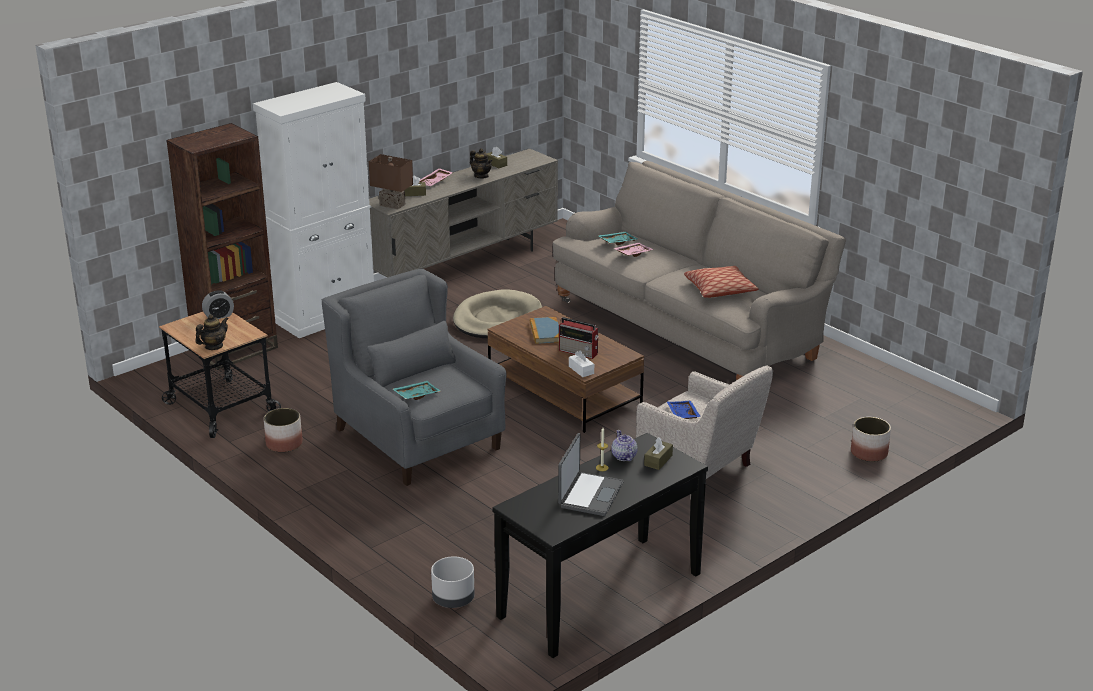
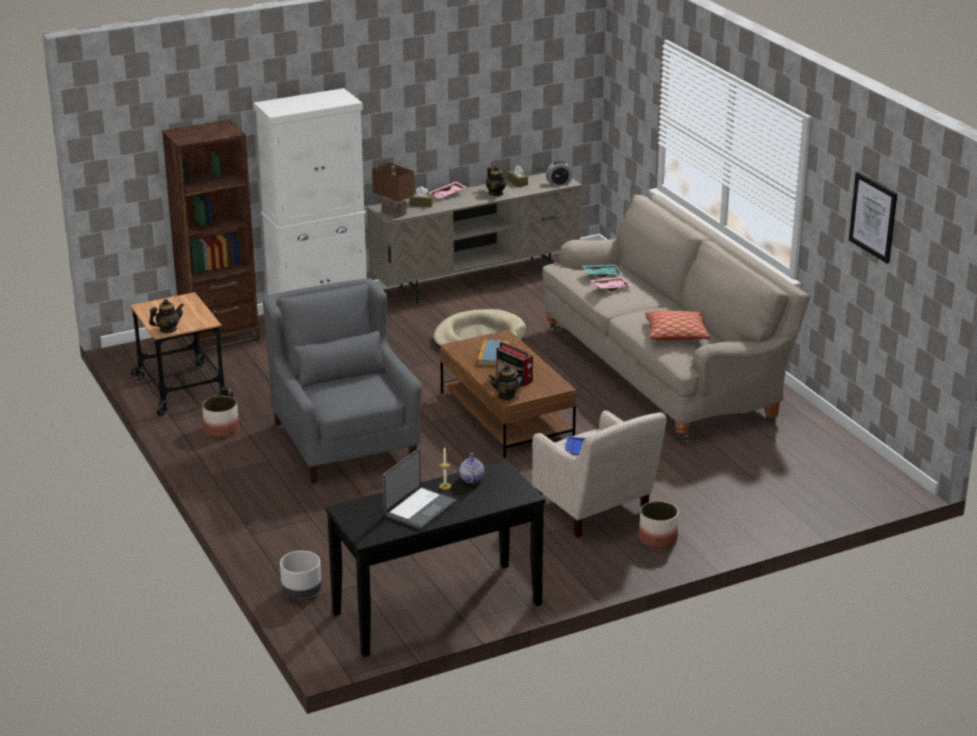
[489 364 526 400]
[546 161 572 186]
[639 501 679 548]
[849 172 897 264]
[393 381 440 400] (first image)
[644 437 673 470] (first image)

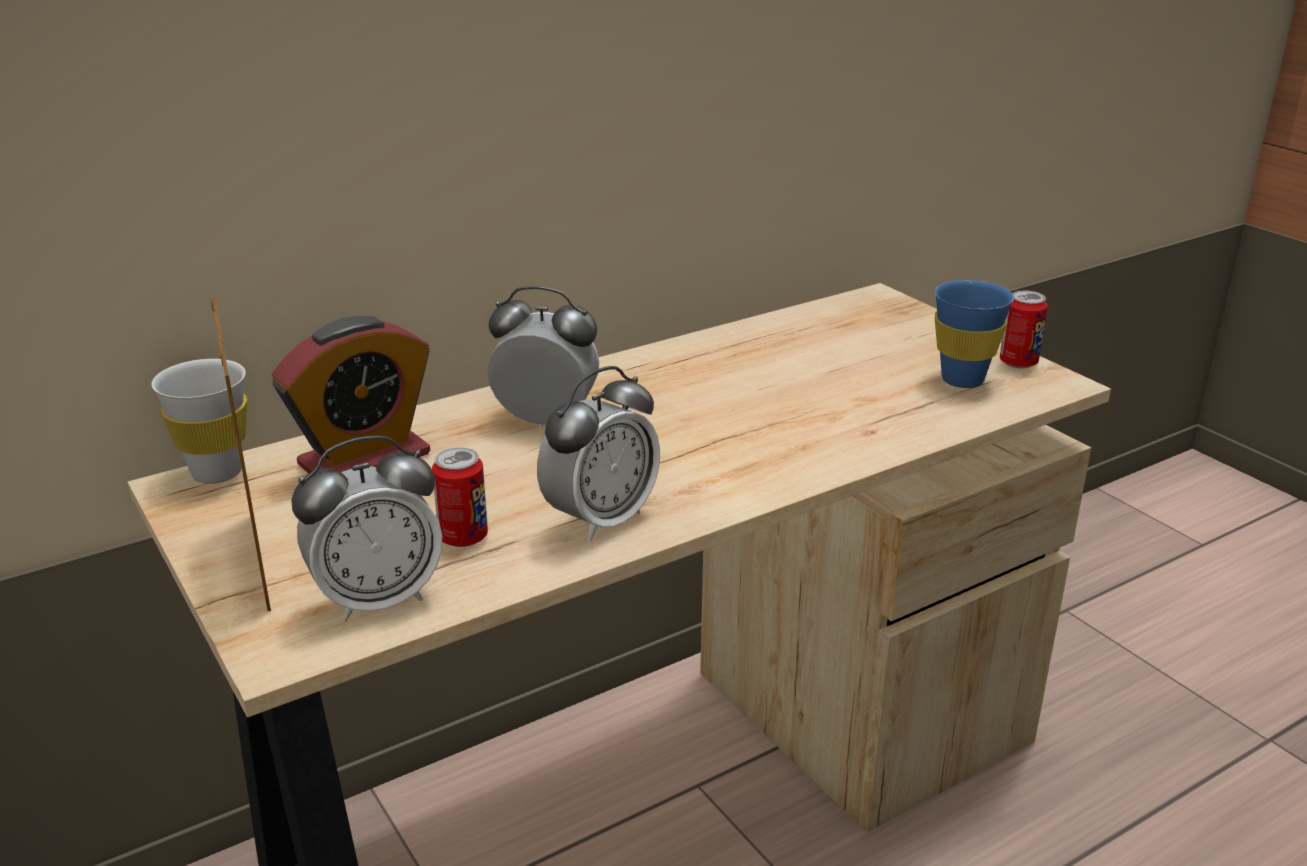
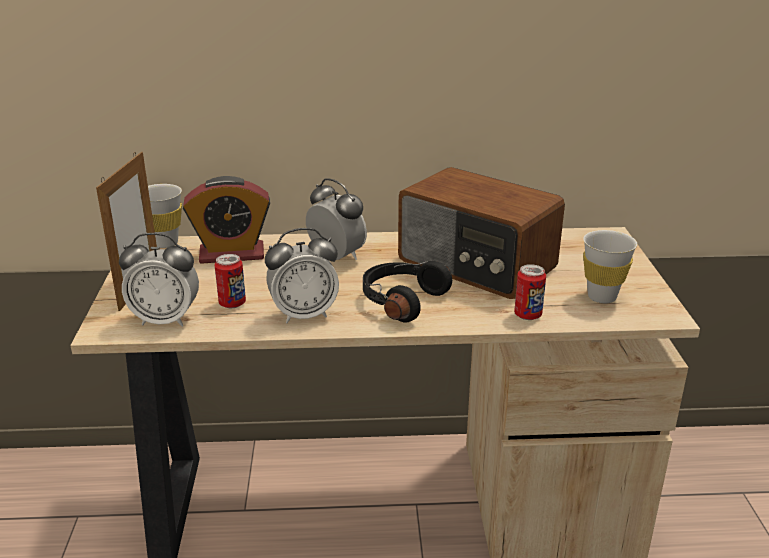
[363 261 452 322]
[398 167 565 299]
[514 264 546 320]
[583 230 637 303]

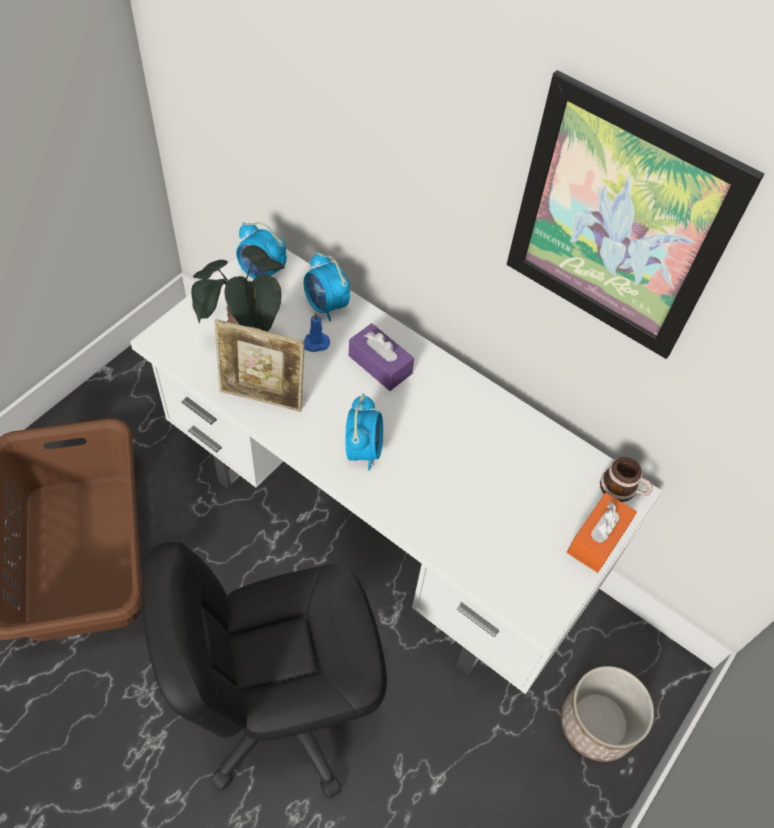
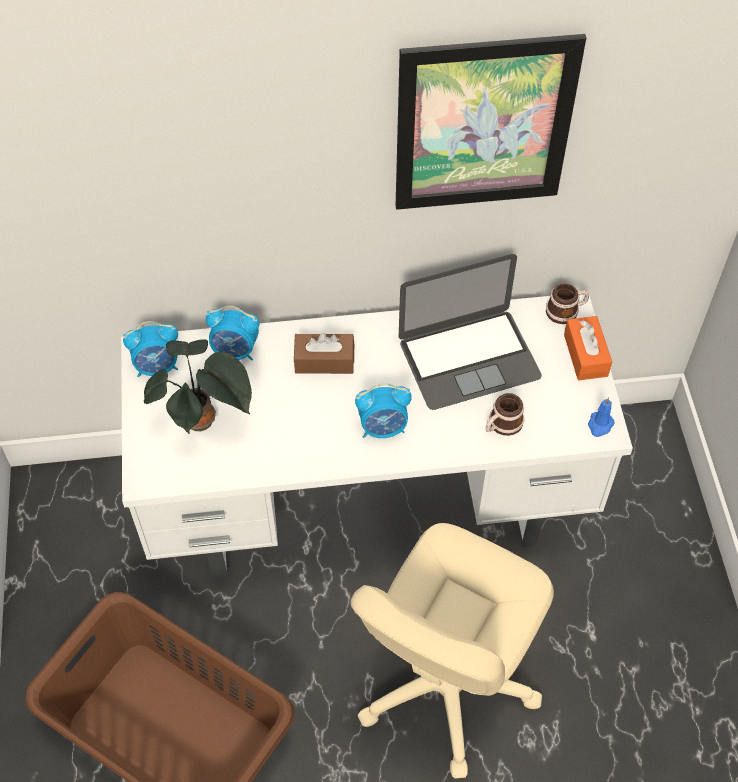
[294 333 354 374]
[351 523 554 779]
[355 383 412 438]
[399 254 542 410]
[486 393 524 436]
[588 397 615 437]
[214 319 305 412] (first image)
[561 666 654 762] (first image)

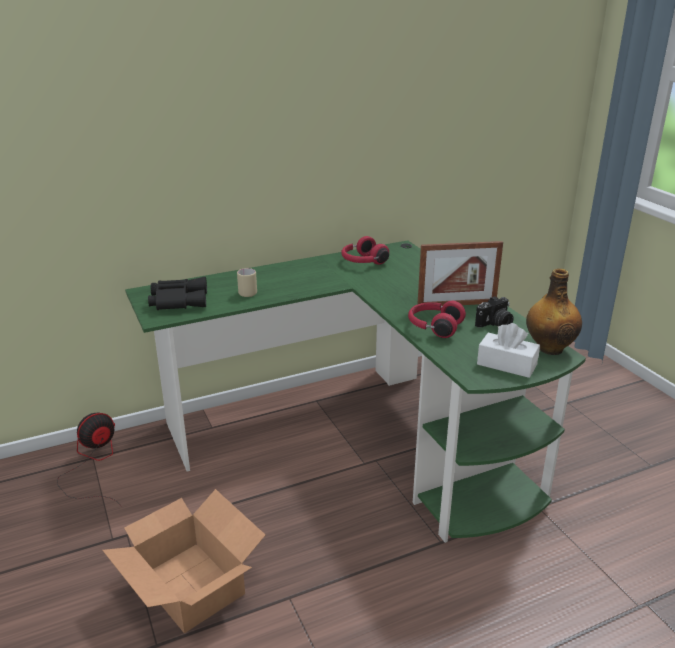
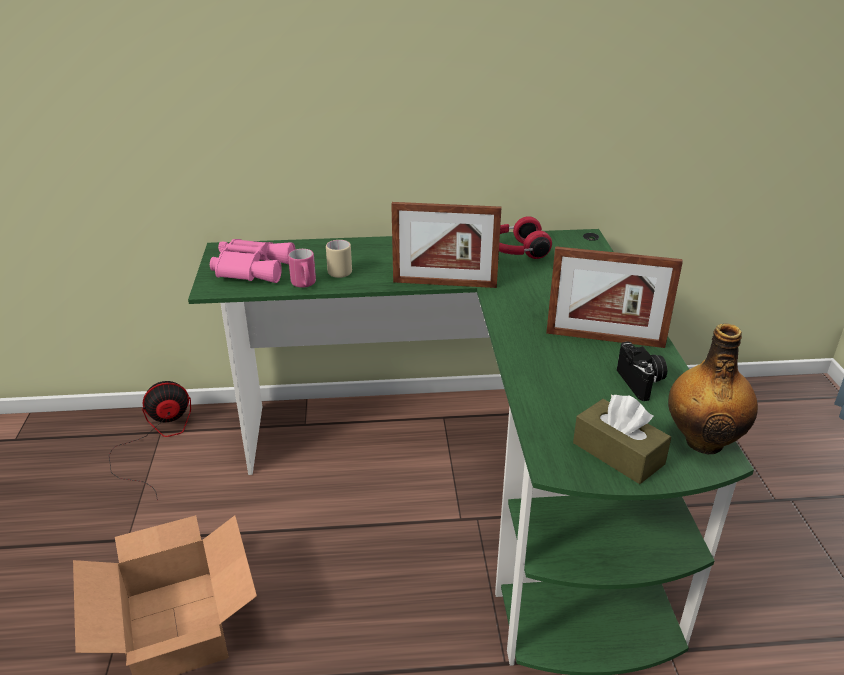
[210 239 295 283]
[288 249 316 288]
[391 202 502 288]
[573 395 671 484]
[617 341 667 401]
[408 301 466 338] (first image)

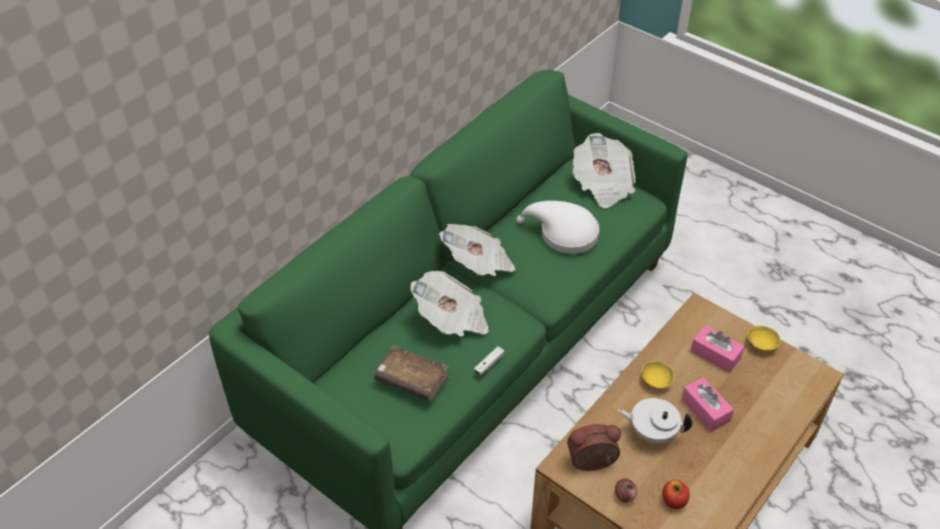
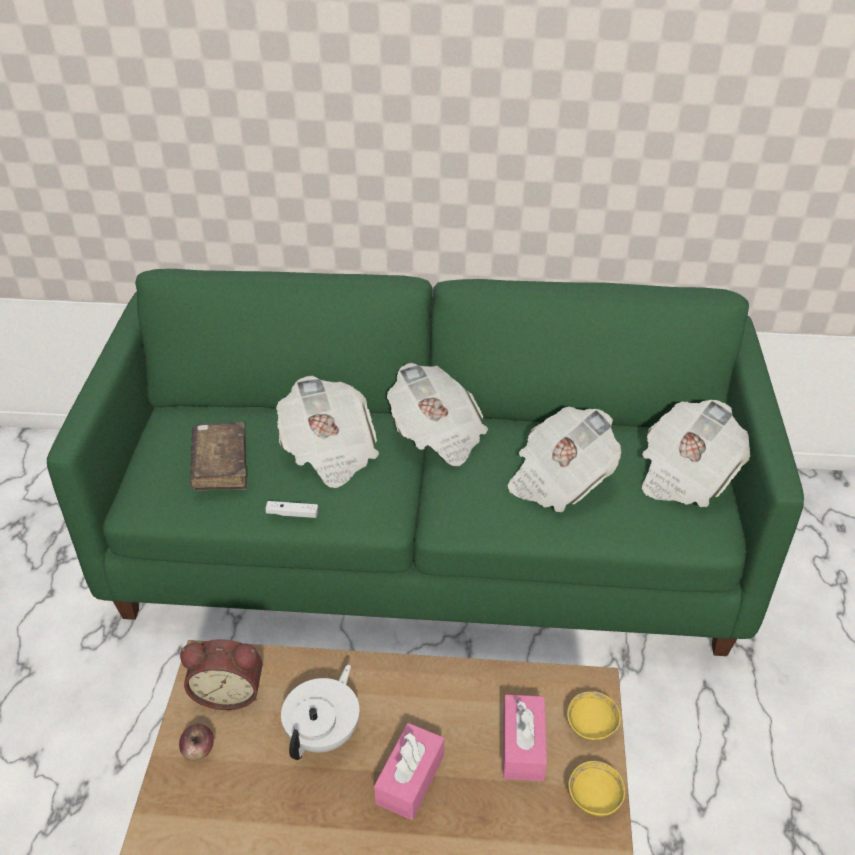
[180 639 262 710]
[281 665 359 760]
[508 407 621 512]
[567 691 621 741]
[662 480 690 509] (first image)

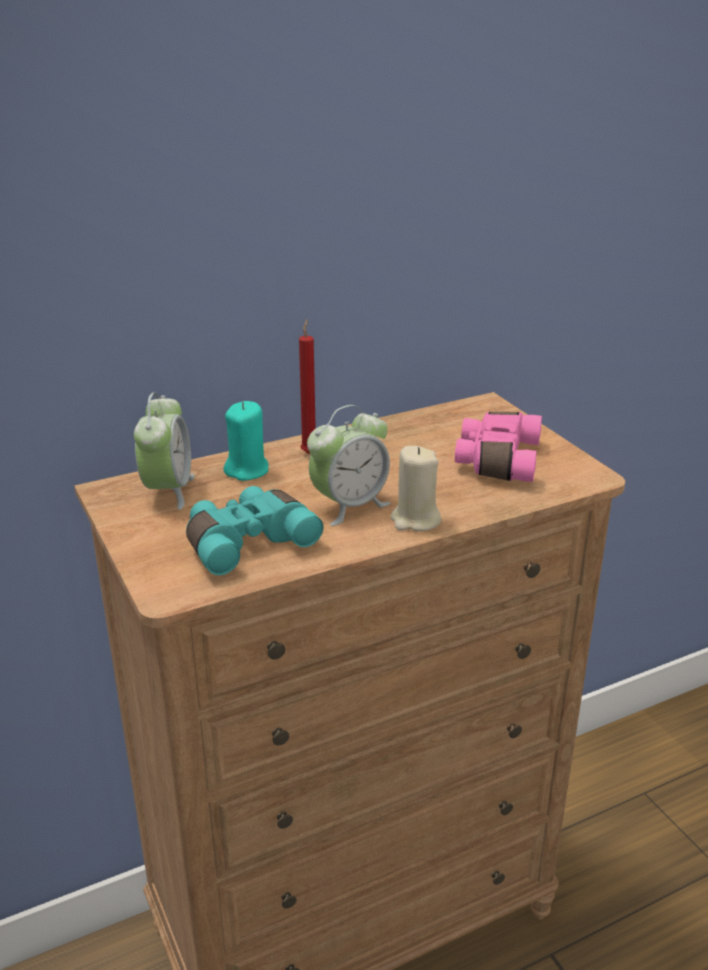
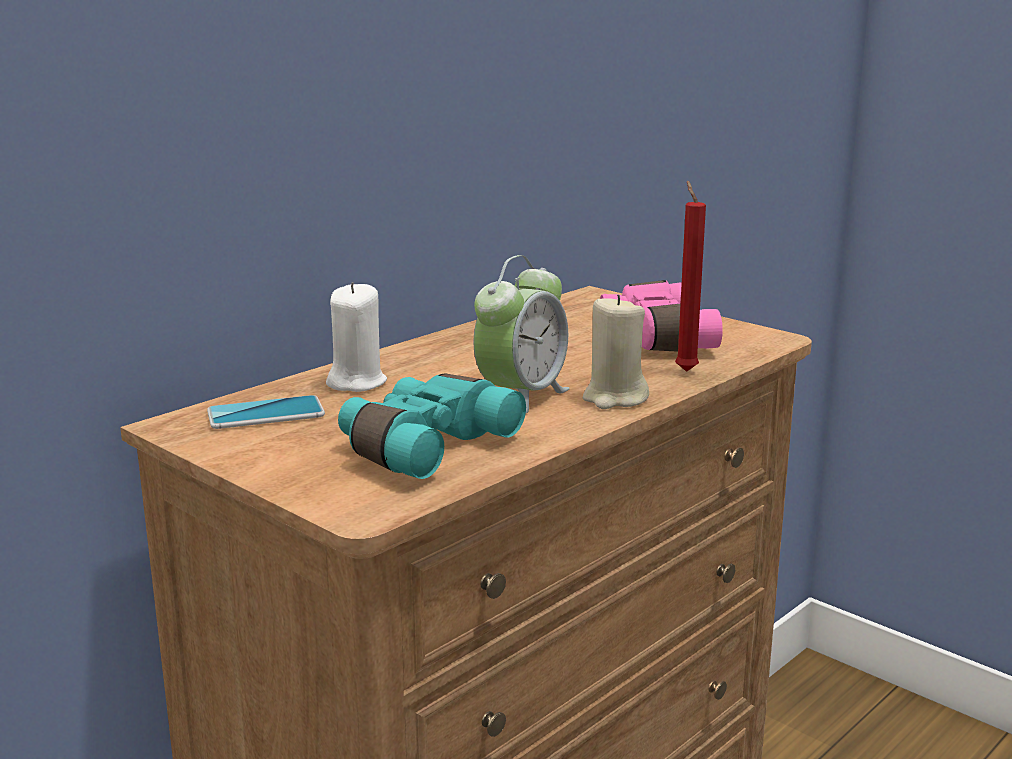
[207 395 325 429]
[326 282 387 392]
[675 181 706 372]

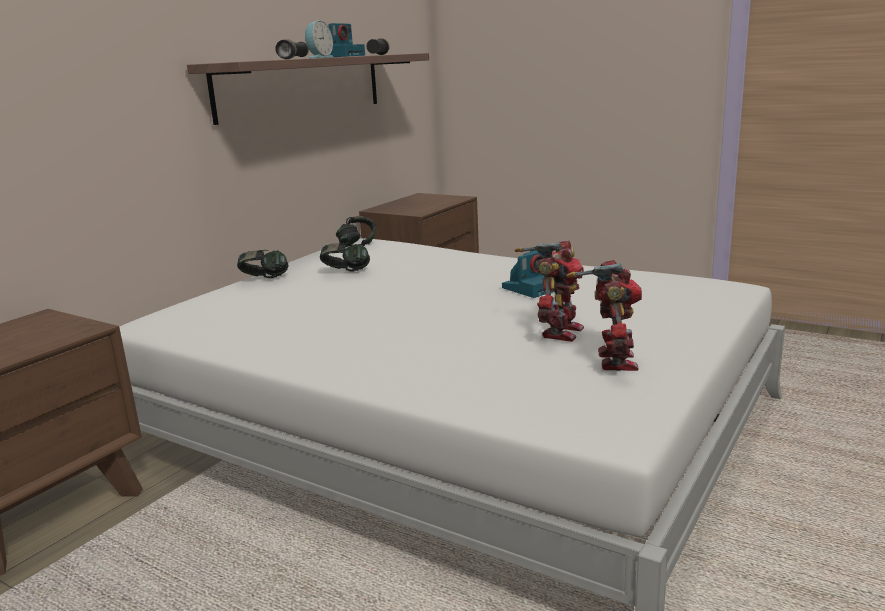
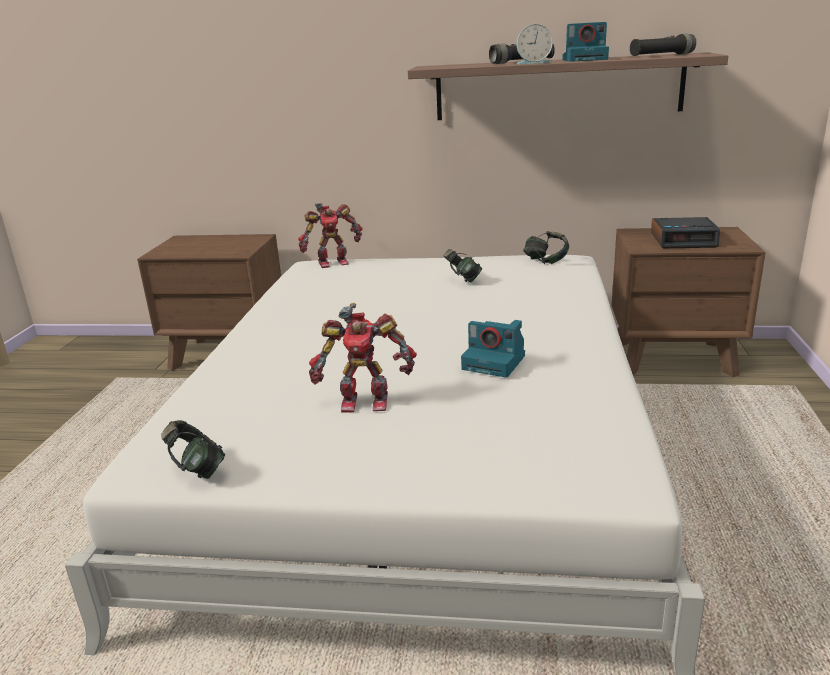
[161 420 225 479]
[298 203 363 268]
[651 217 720 248]

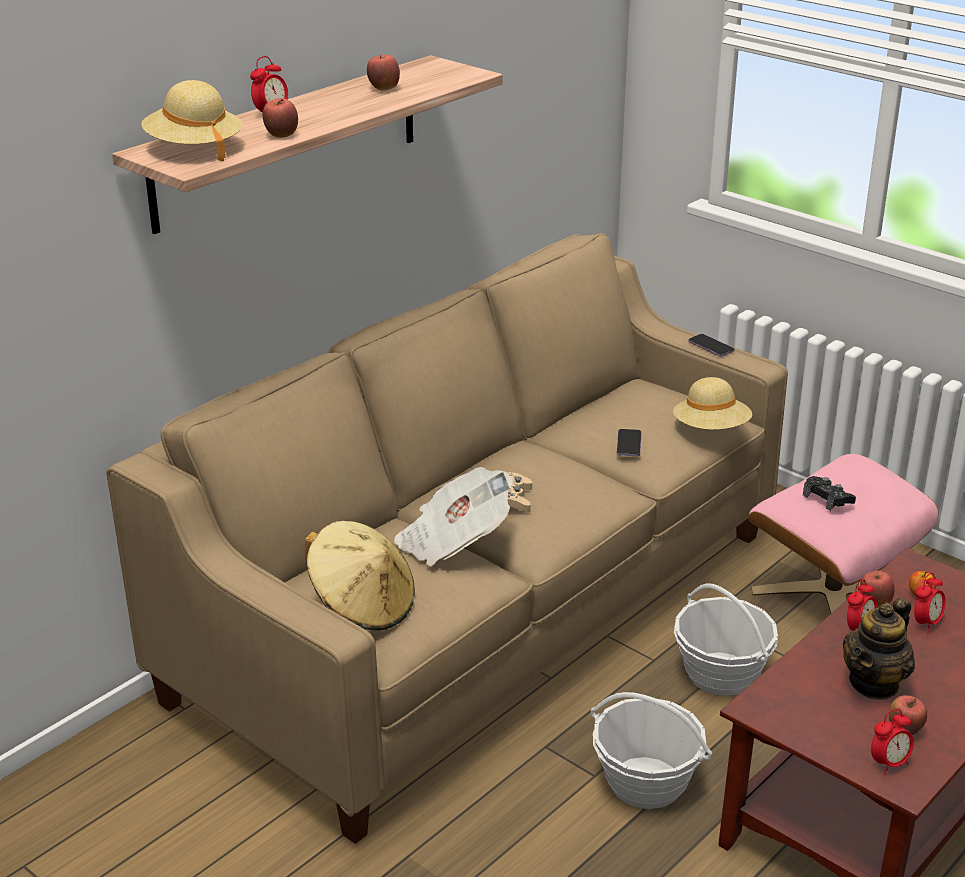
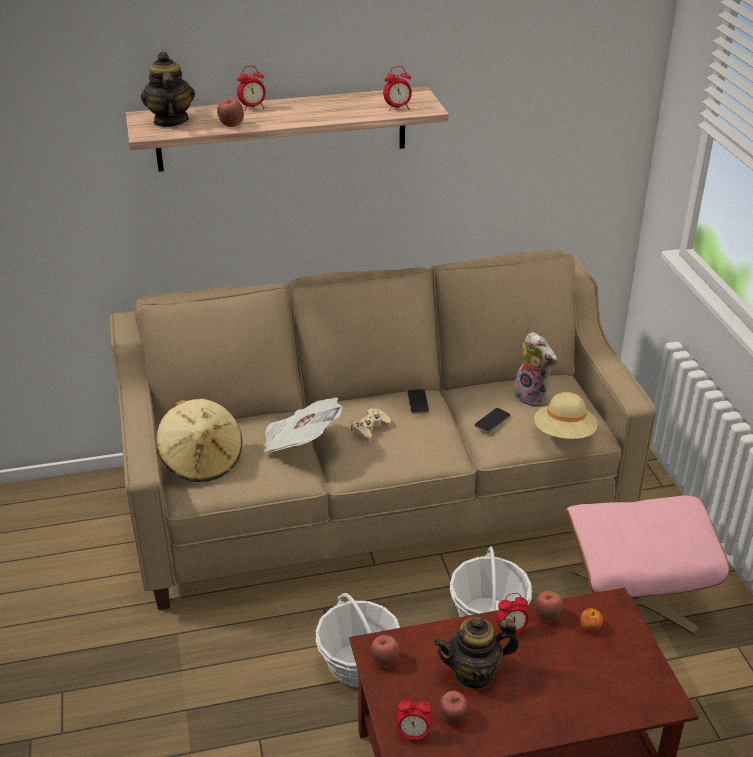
[141 51 195 127]
[370 635 399 668]
[383 66 412 111]
[407 389 429 414]
[513 332 557 407]
[803 476 856 511] (first image)

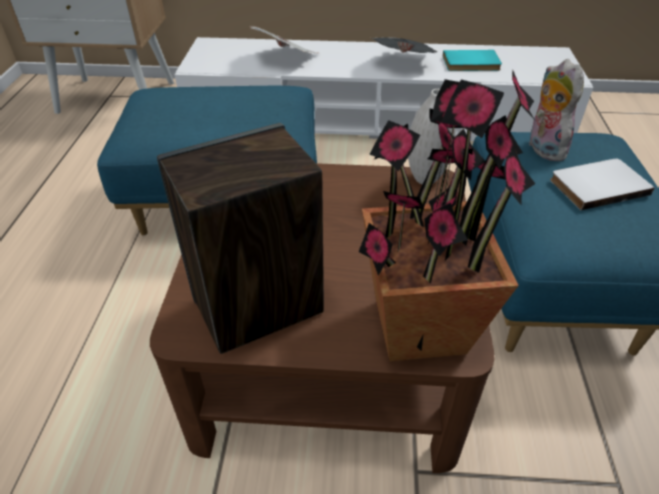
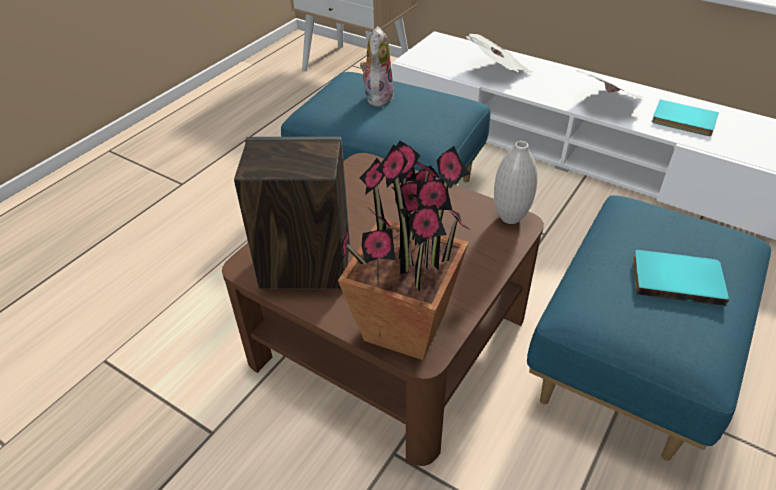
[360 26 394 107]
[632 250 729 306]

